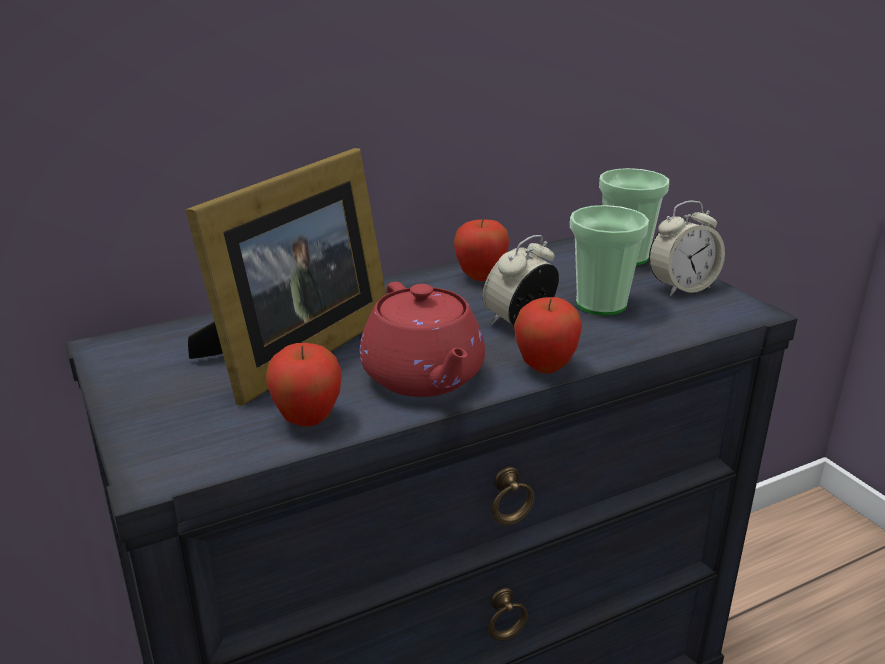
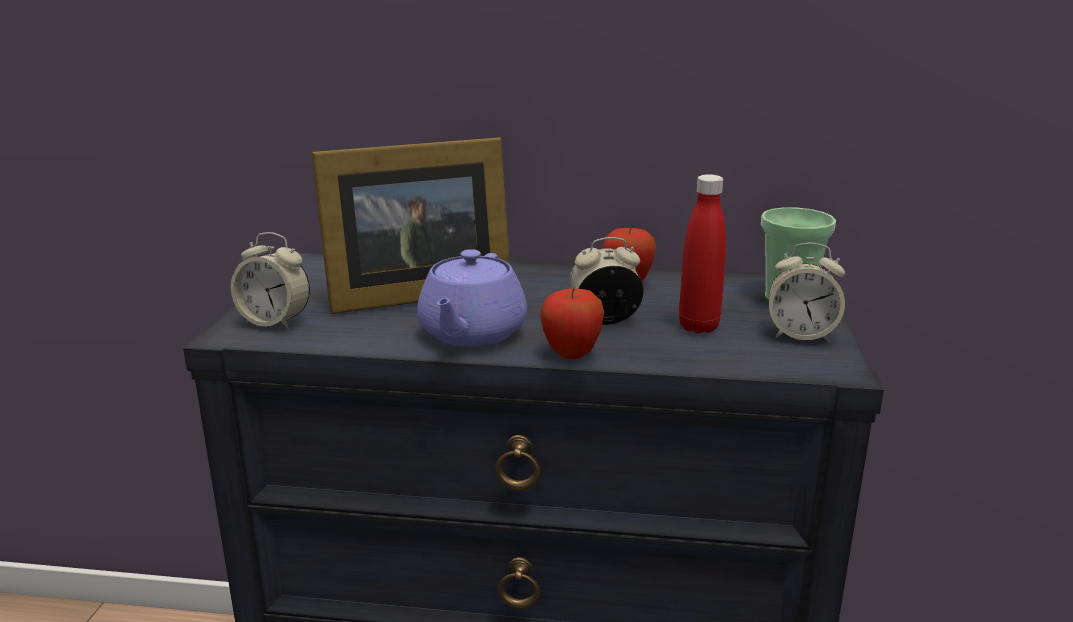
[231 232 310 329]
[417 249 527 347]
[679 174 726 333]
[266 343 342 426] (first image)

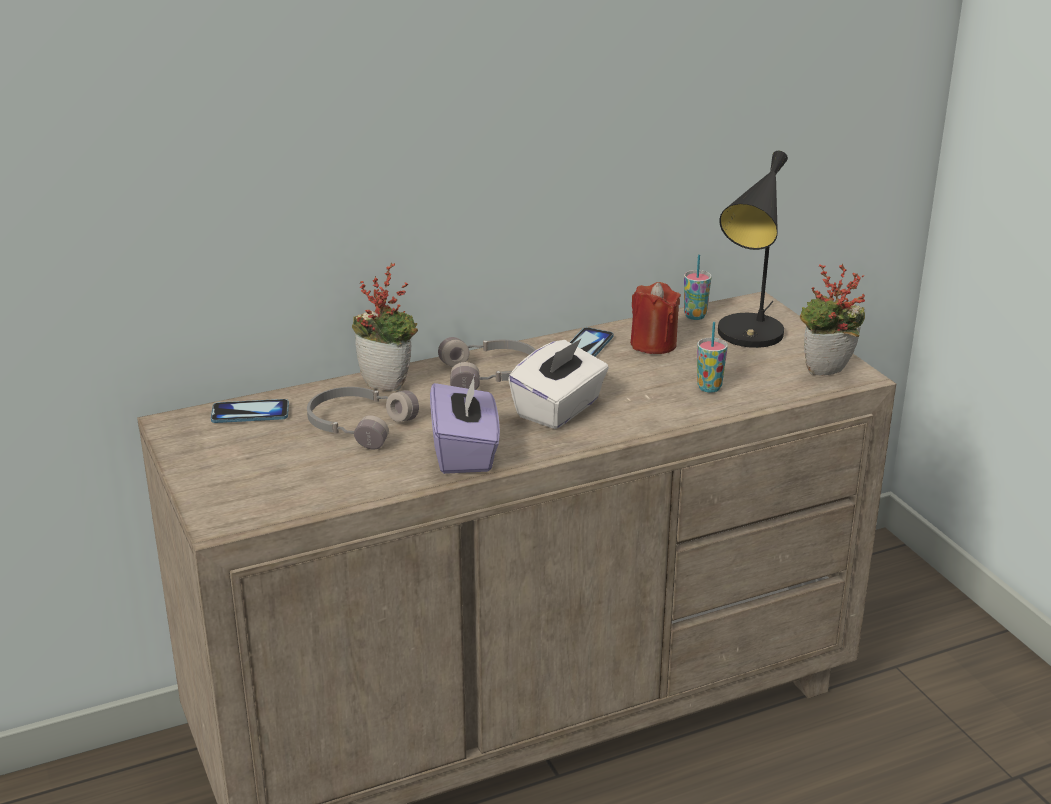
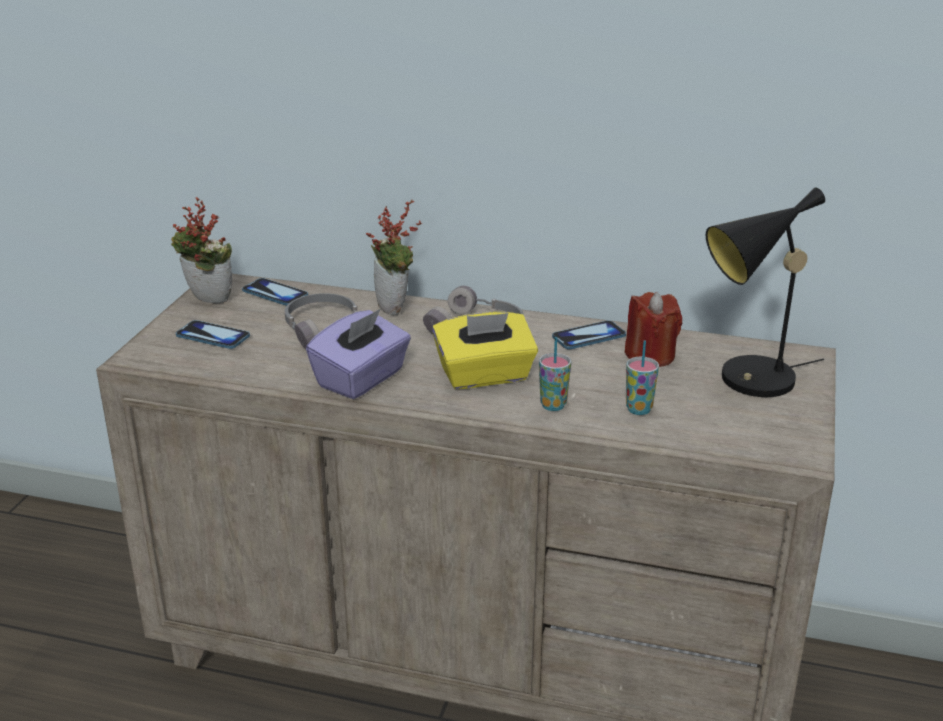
[171 197 232 303]
[176 320 250 349]
[432 312 538 389]
[539 337 571 411]

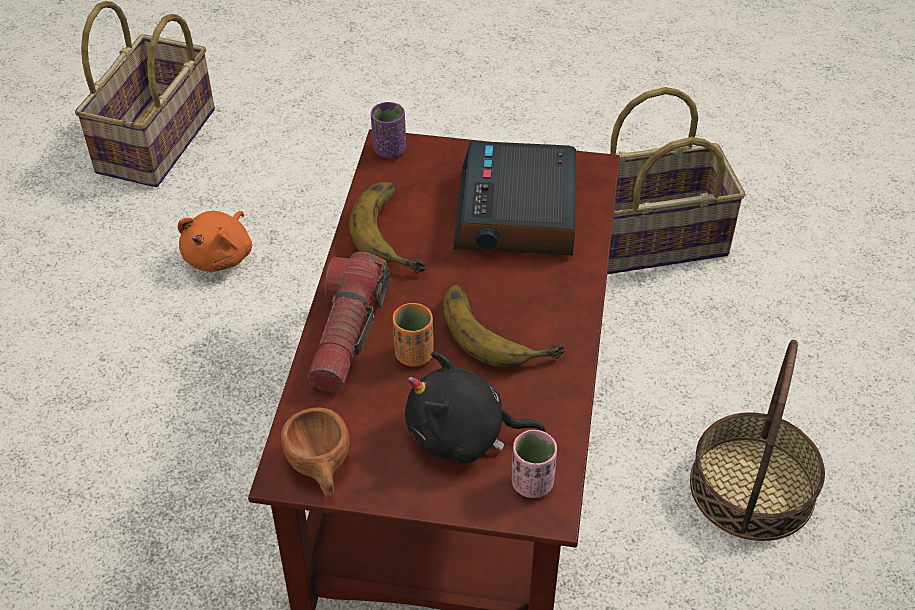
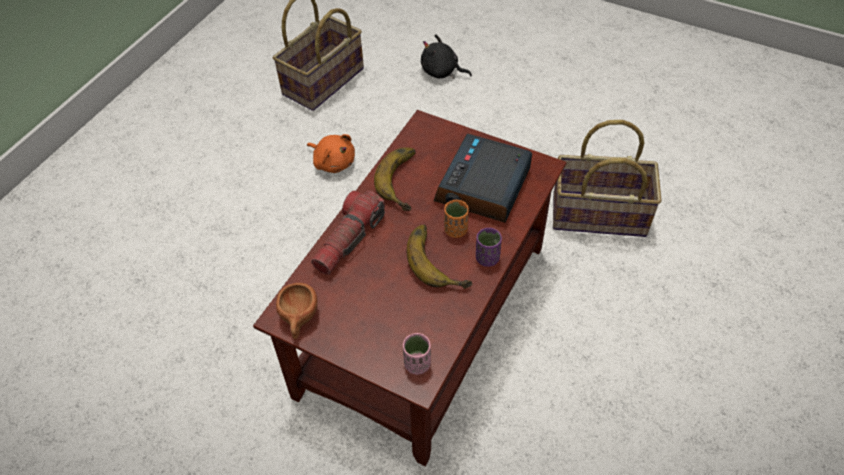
[307 134 355 173]
[421 34 472 79]
[444 200 469 238]
[476 228 502 267]
[690 340 825 541] (first image)

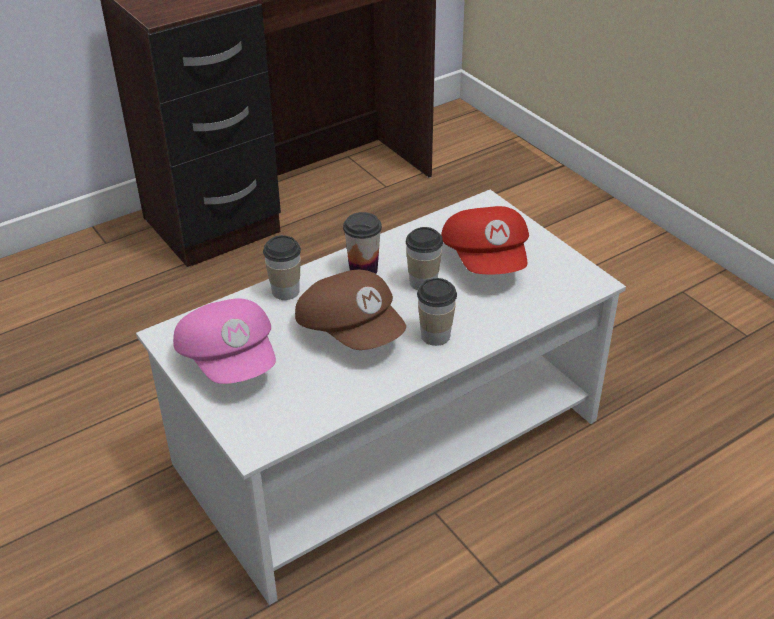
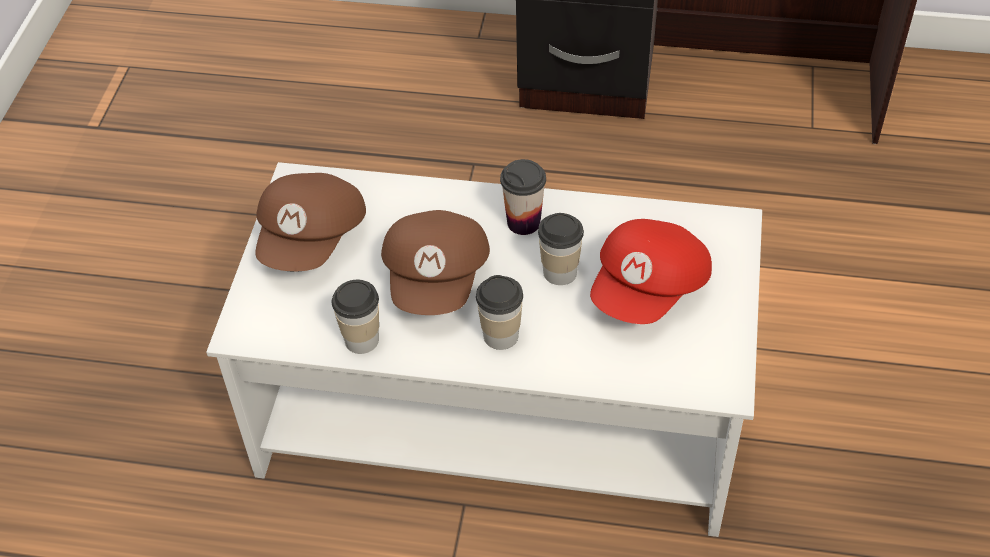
[255 173 366 272]
[332 280 379 354]

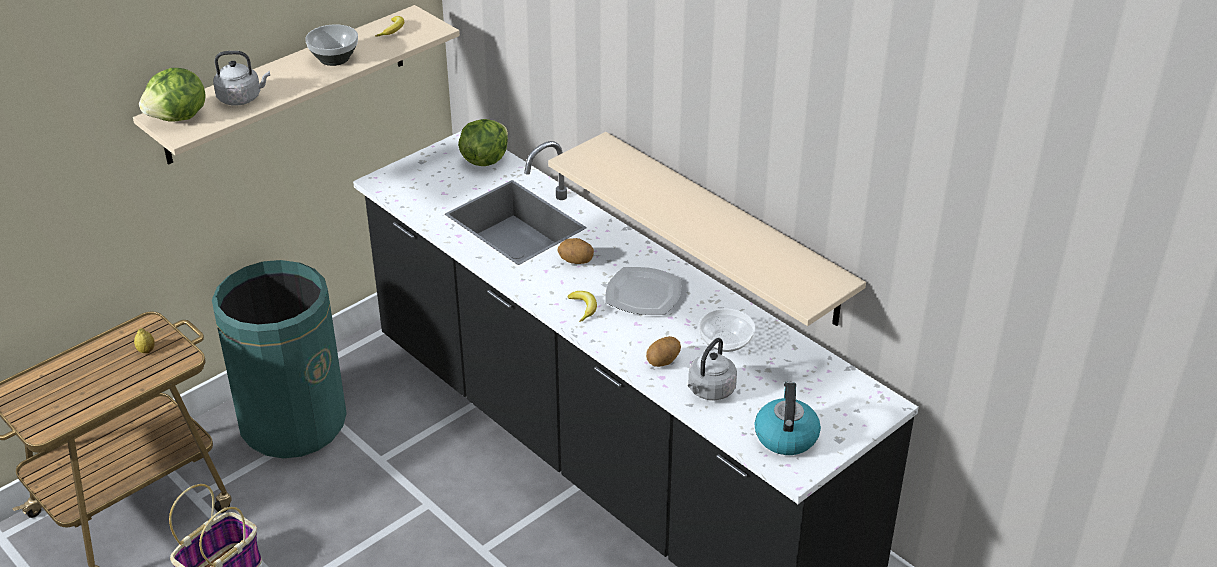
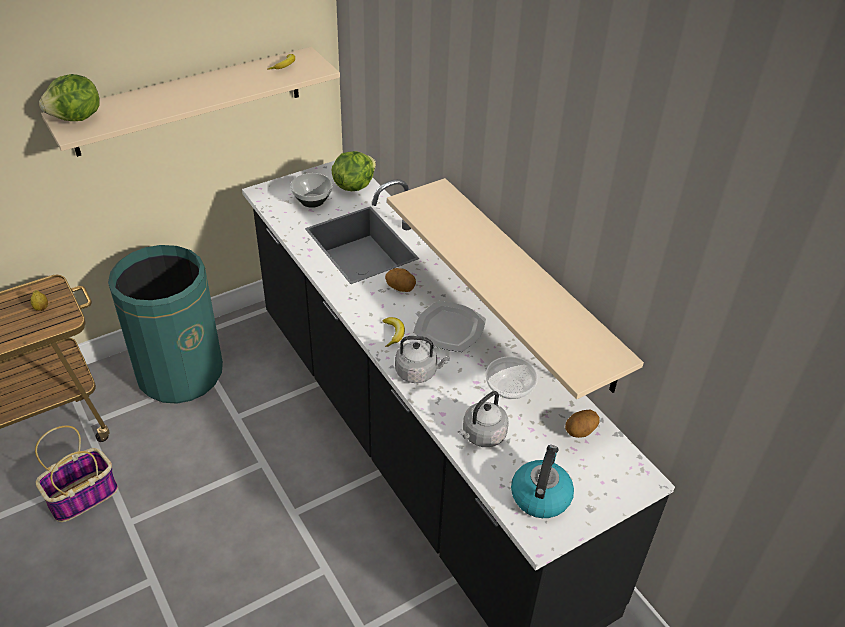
[290 173 332 208]
[395 336 450 383]
[565 410 600 438]

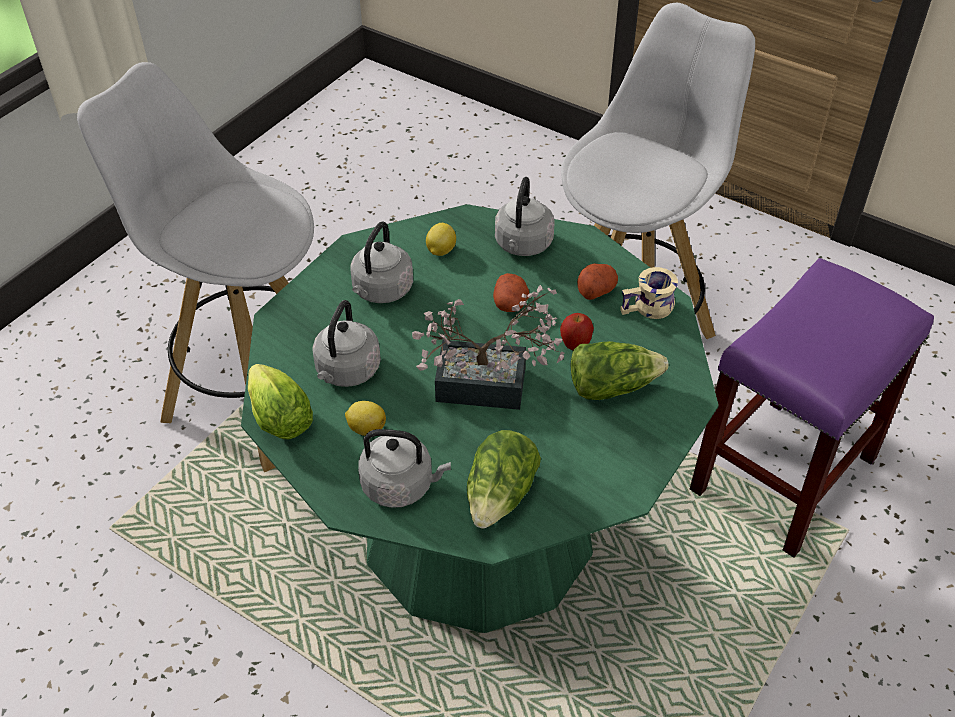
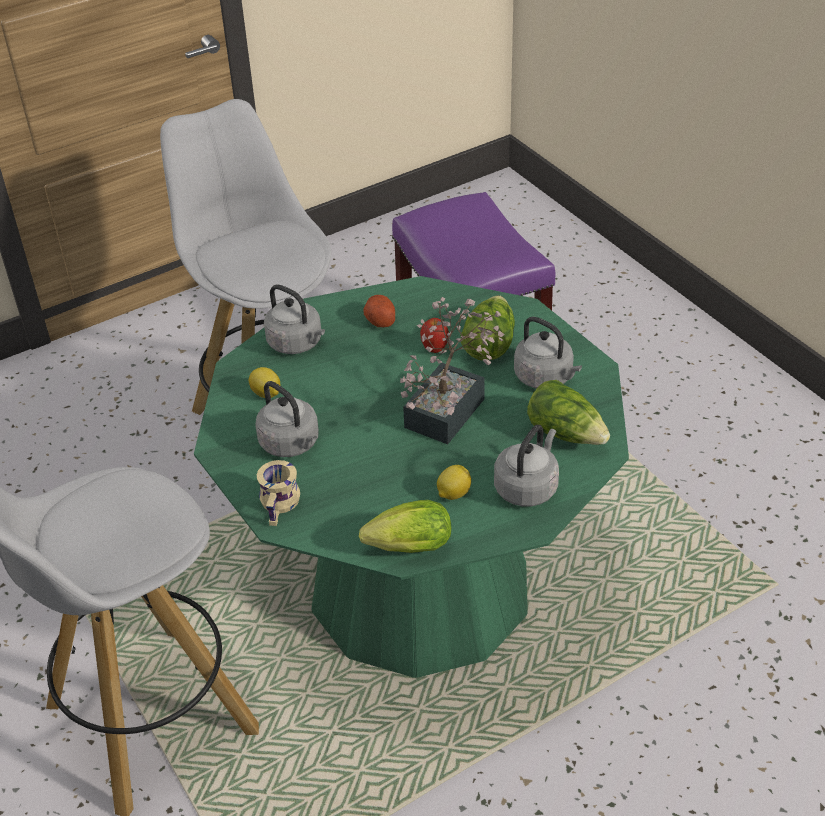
[257 460 300 526]
[514 317 582 388]
[493 273 529 312] (first image)

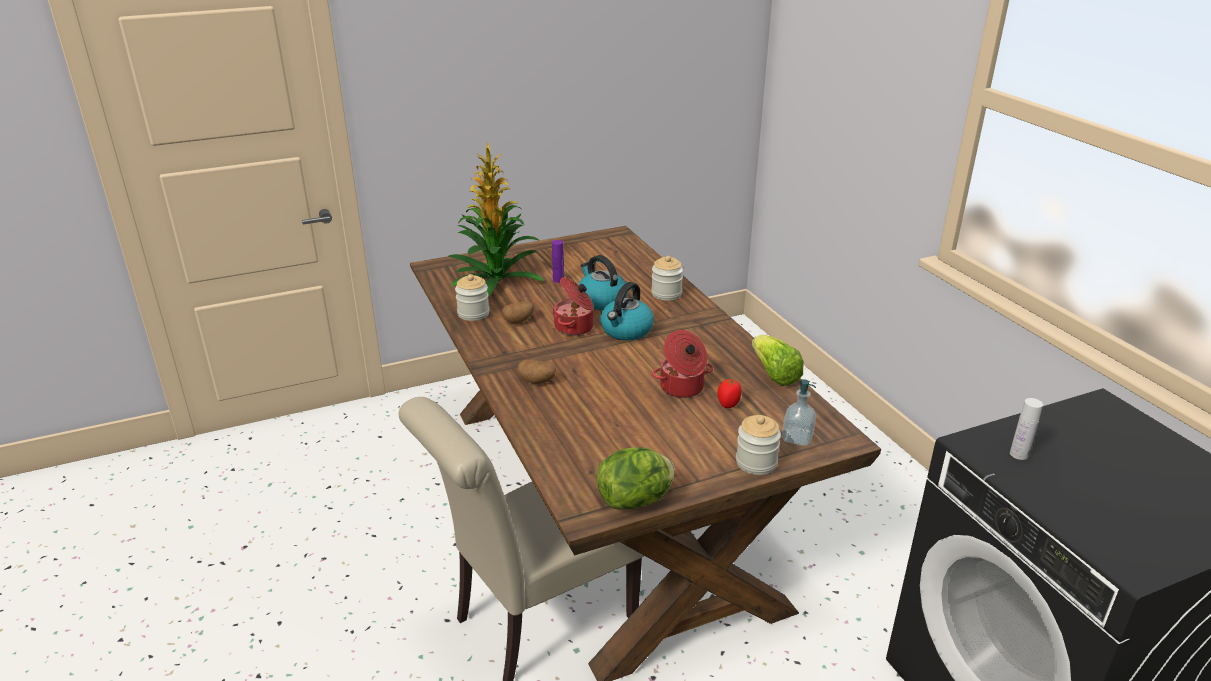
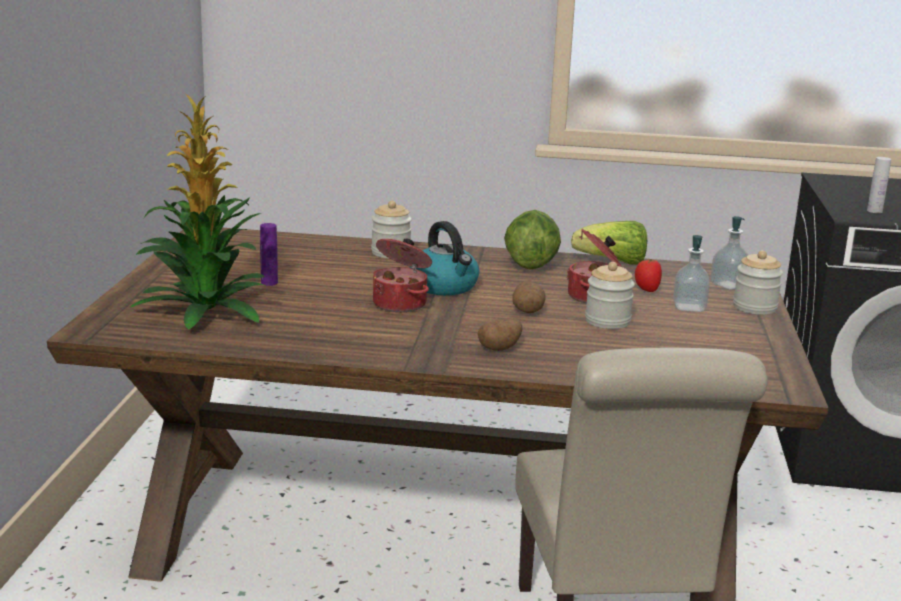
[504 210 561 270]
[512 281 546 313]
[585 262 635 329]
[673 235 710 312]
[578 255 628 310] (first image)

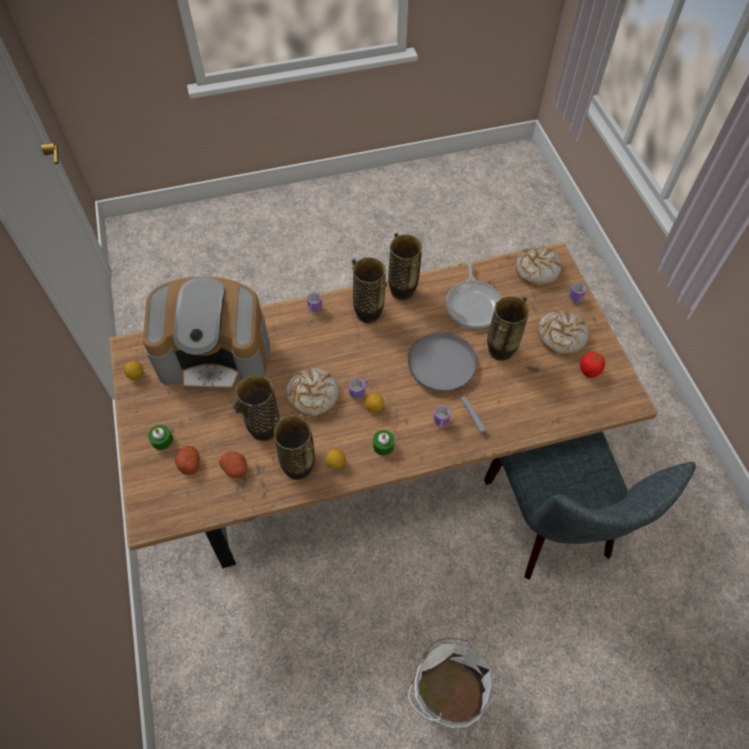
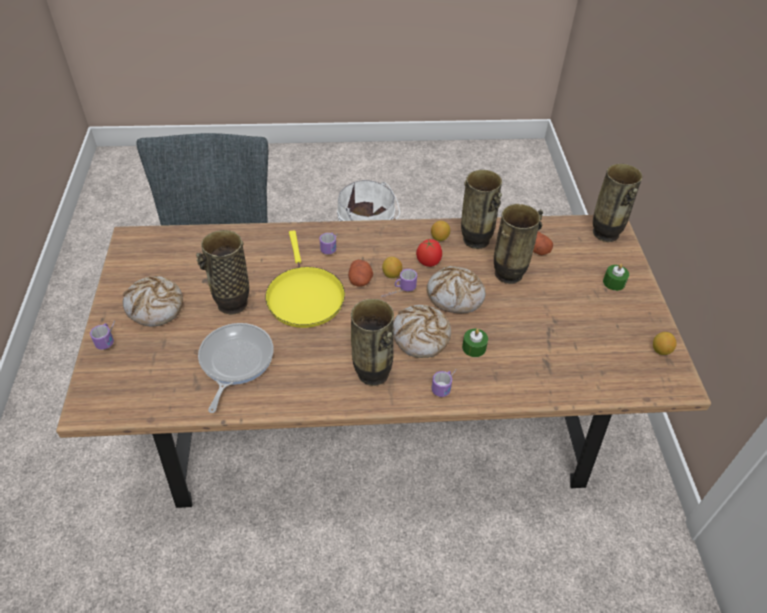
[265 230 345 328]
[348 260 373 286]
[393 305 451 358]
[416 239 442 267]
[462 329 488 357]
[593 164 642 242]
[143 277 270 392] (first image)

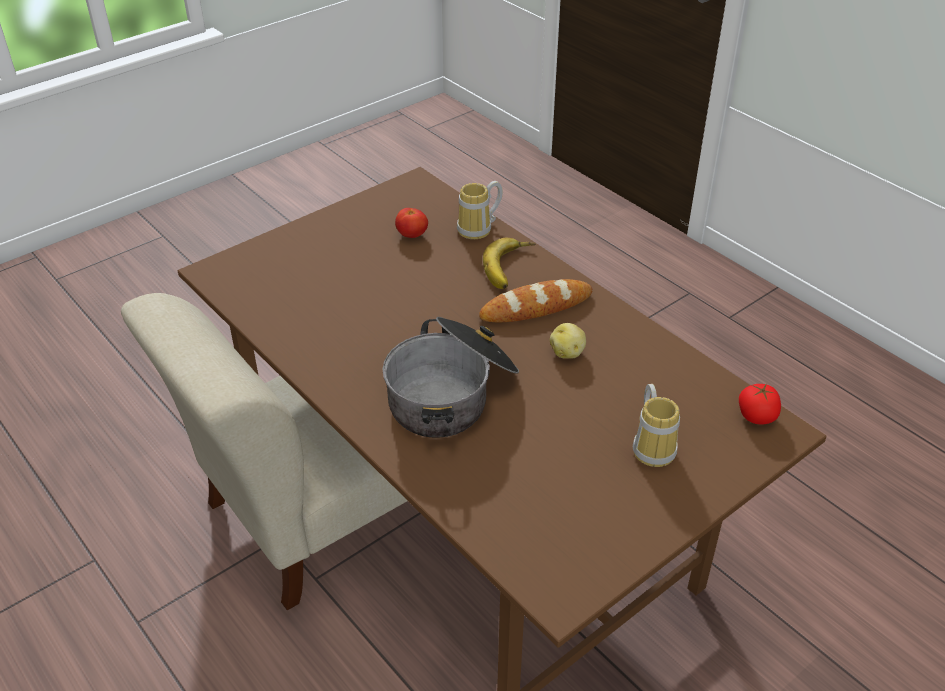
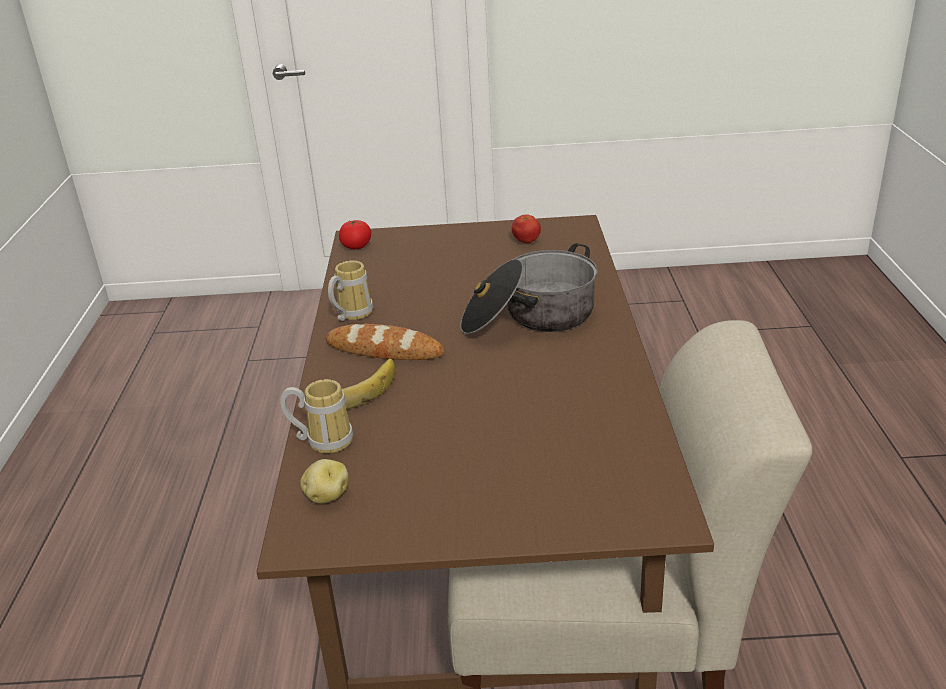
[300 459 348 504]
[328 260 373 321]
[512 214 541 243]

